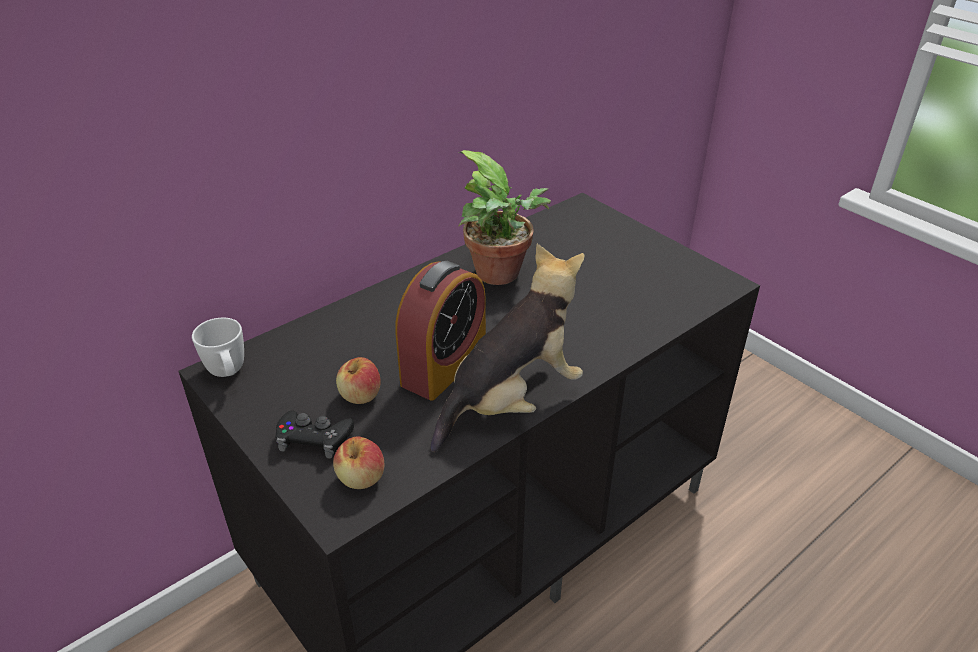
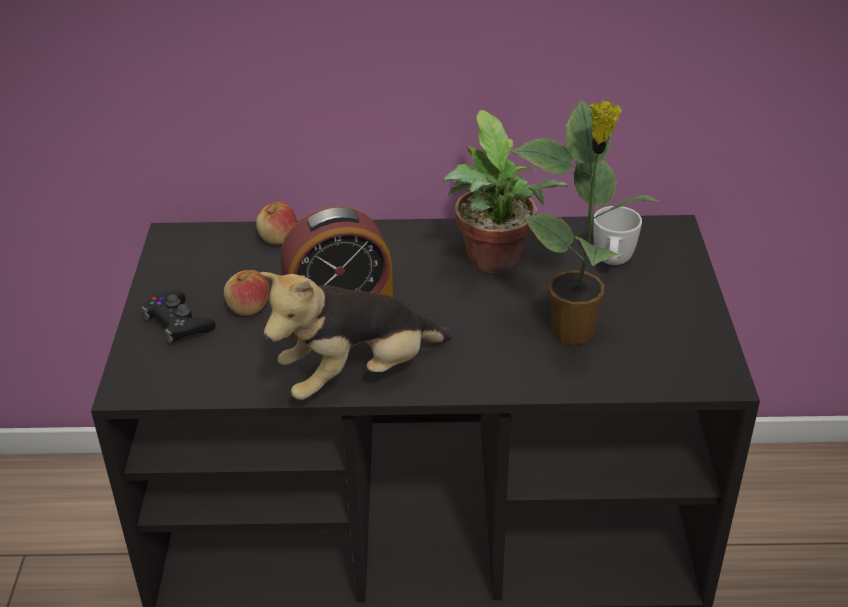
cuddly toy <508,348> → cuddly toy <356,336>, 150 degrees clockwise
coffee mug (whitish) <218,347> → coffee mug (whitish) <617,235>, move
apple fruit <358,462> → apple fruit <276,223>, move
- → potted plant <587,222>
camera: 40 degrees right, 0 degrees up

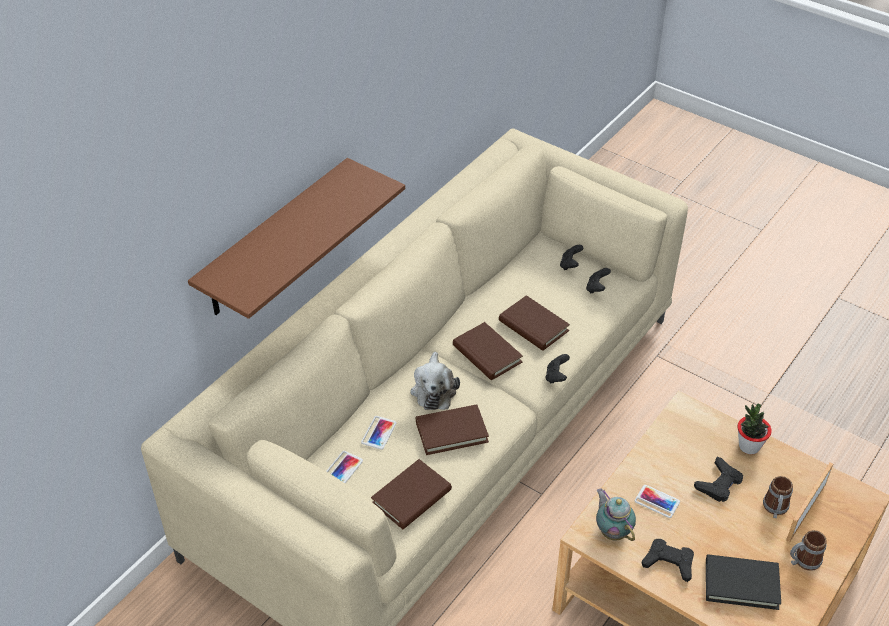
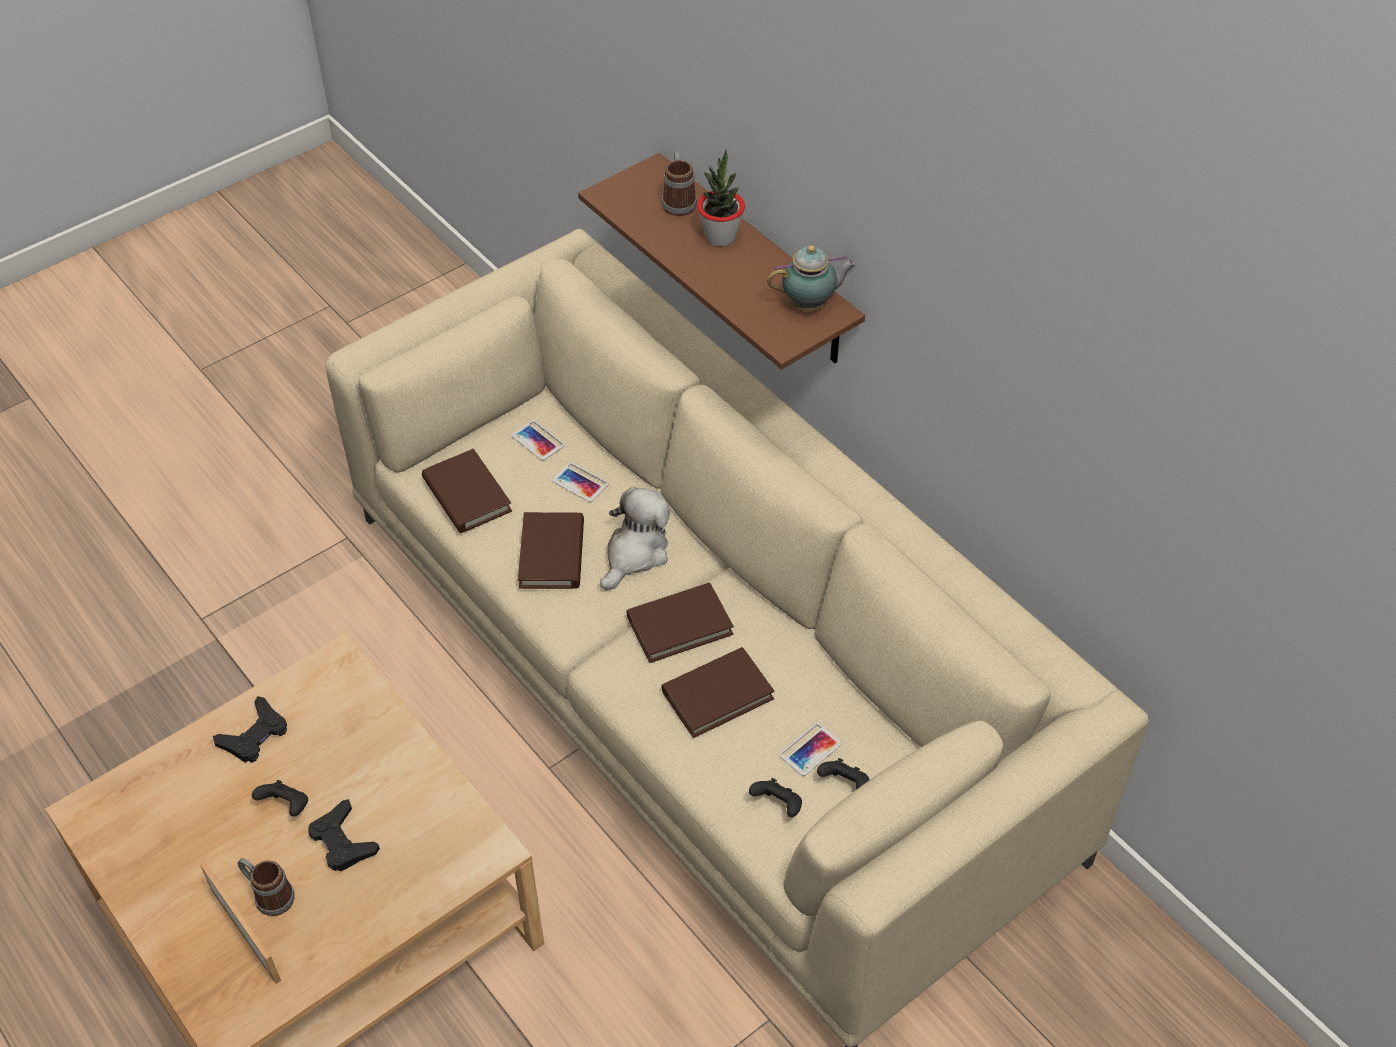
cuddly toy <435,381> → cuddly toy <635,538>, 105 degrees clockwise
joypad (blackish) <558,369> → joypad (blackish) <280,798>, move
potted plant <754,428> → potted plant <721,198>, move
telephone <657,501> → telephone <810,749>, move
tea pot <616,515> → tea pot <811,278>, move
coffee mug <808,550> → coffee mug <679,183>, move
book (blackish) <743,582> → -
camera: 105 degrees right, 5 degrees up

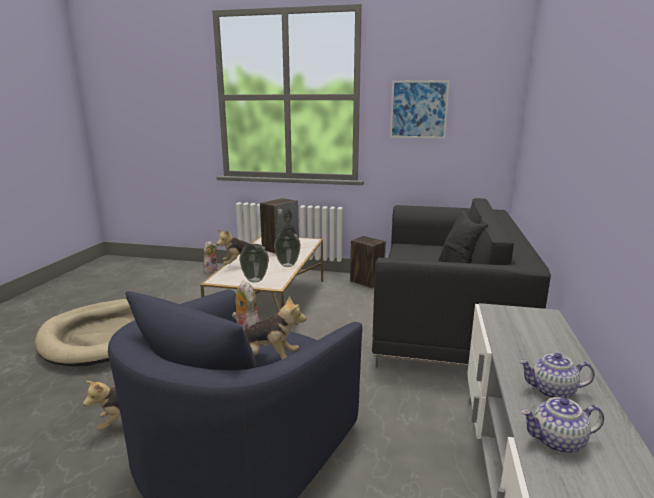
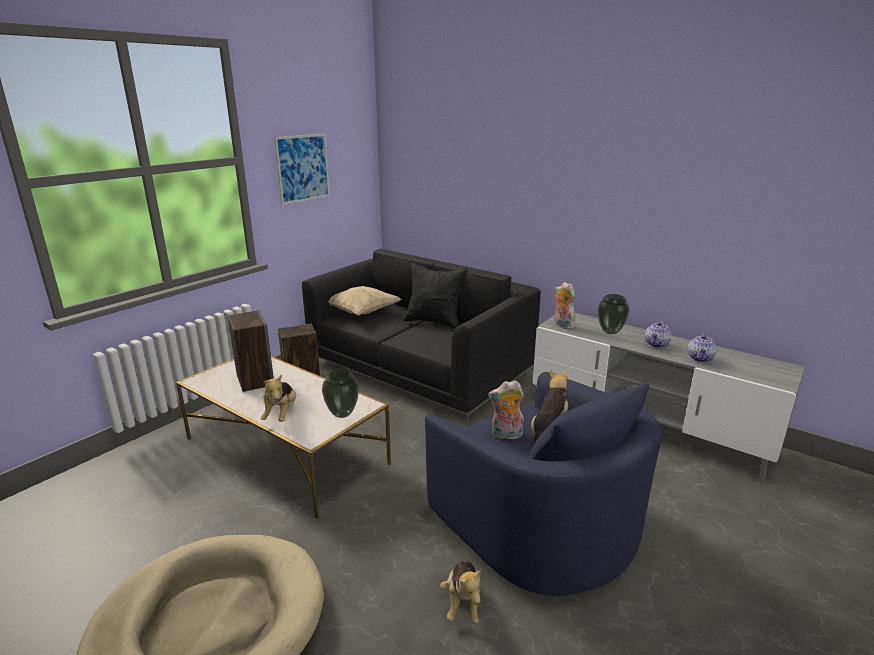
flower vase <287,249> → flower vase <613,314>, move
cuddly toy <210,257> → cuddly toy <565,305>, move
- → pillow (beige) <365,301>
camera: 65 degrees left, 5 degrees up

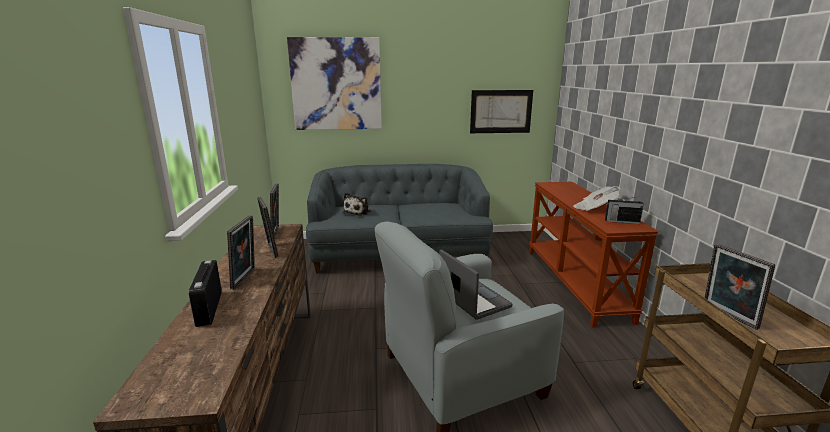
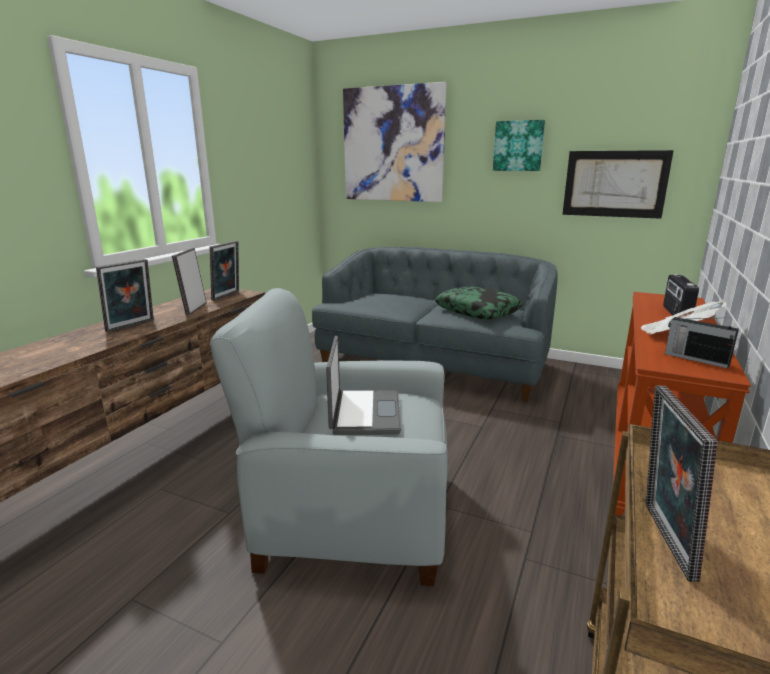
cuddly toy <357,204> → -
radio <205,293> → radio <681,295>, move
- → picture <519,145>
- → pillow <478,302>
camera: 30 degrees right, 0 degrees up

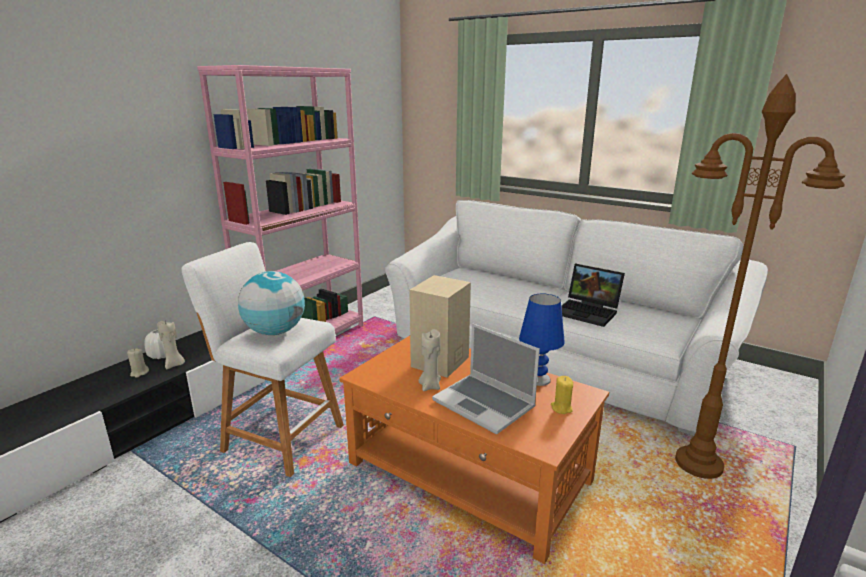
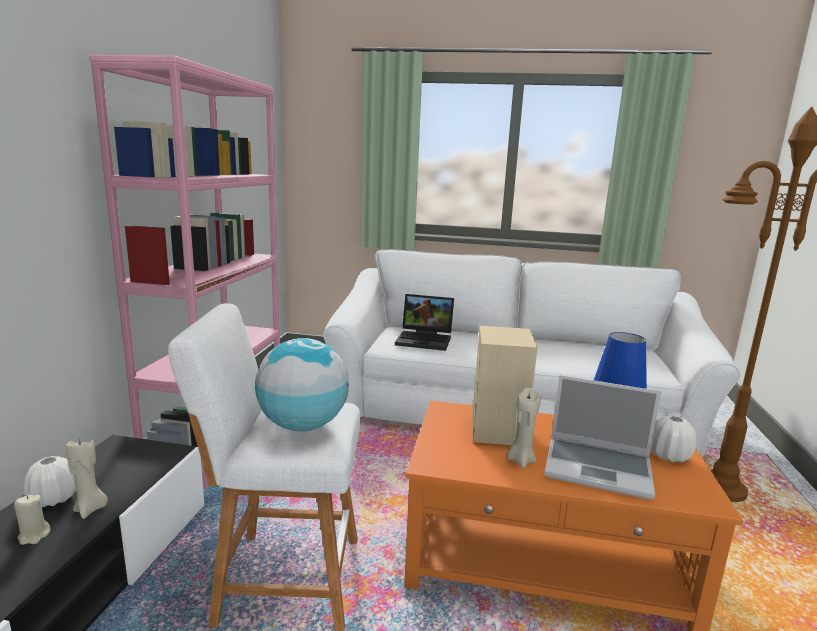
portable computer <593,295> → portable computer <424,322>, move
candle (yellow-coloured) <562,395> → flower vase (whitish) <673,439>
camera: 25 degrees left, 5 degrees down

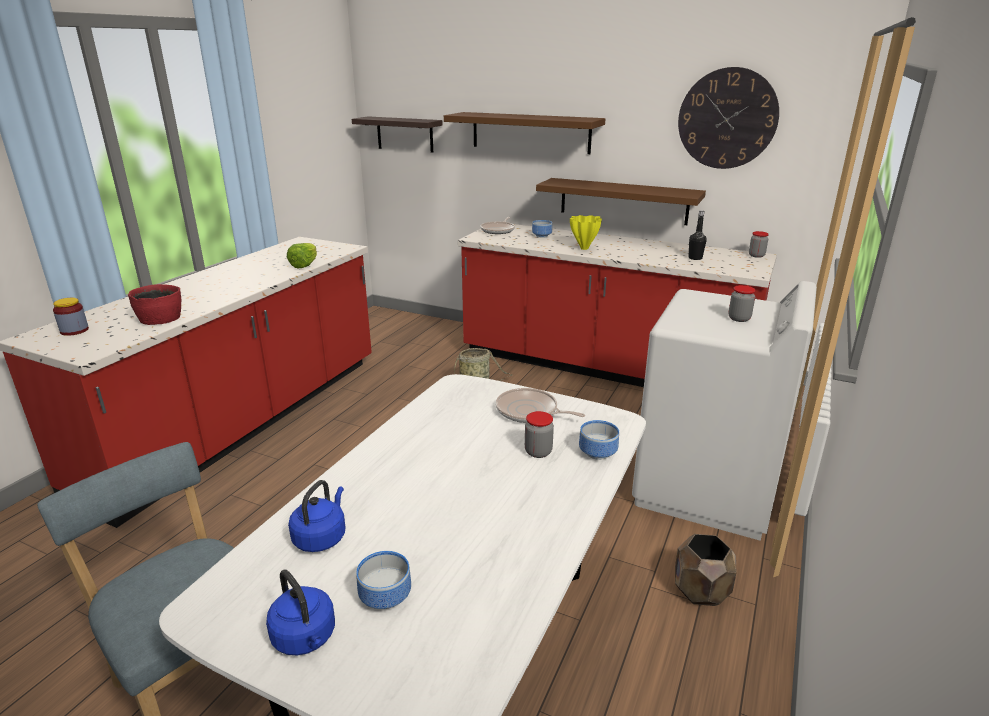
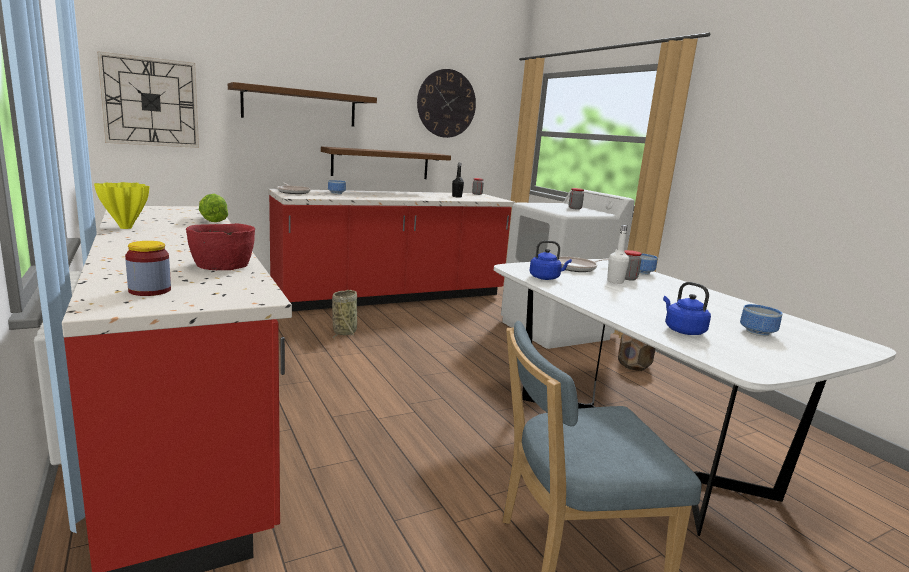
shelf <397,134> → clock on the wall <148,99>
flower vase (yellow-coloured) <586,232> → flower vase (yellow-coloured) <121,205>, move
kettle (bluish) <300,612> → kettle (bluish) <550,260>, move
- → beverage bottle (whitish) <618,254>
camera: 55 degrees left, 10 degrees down

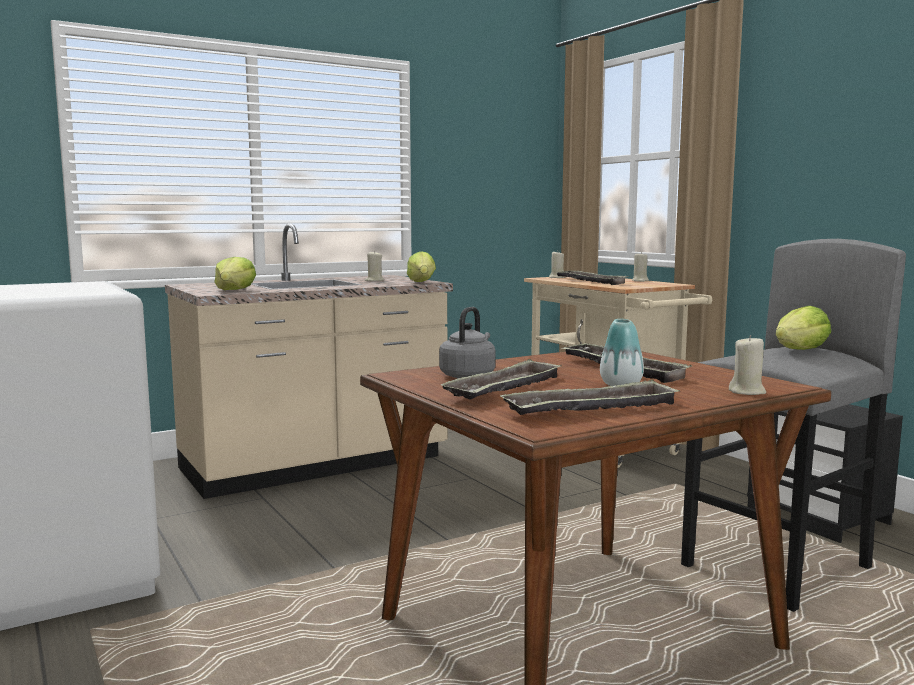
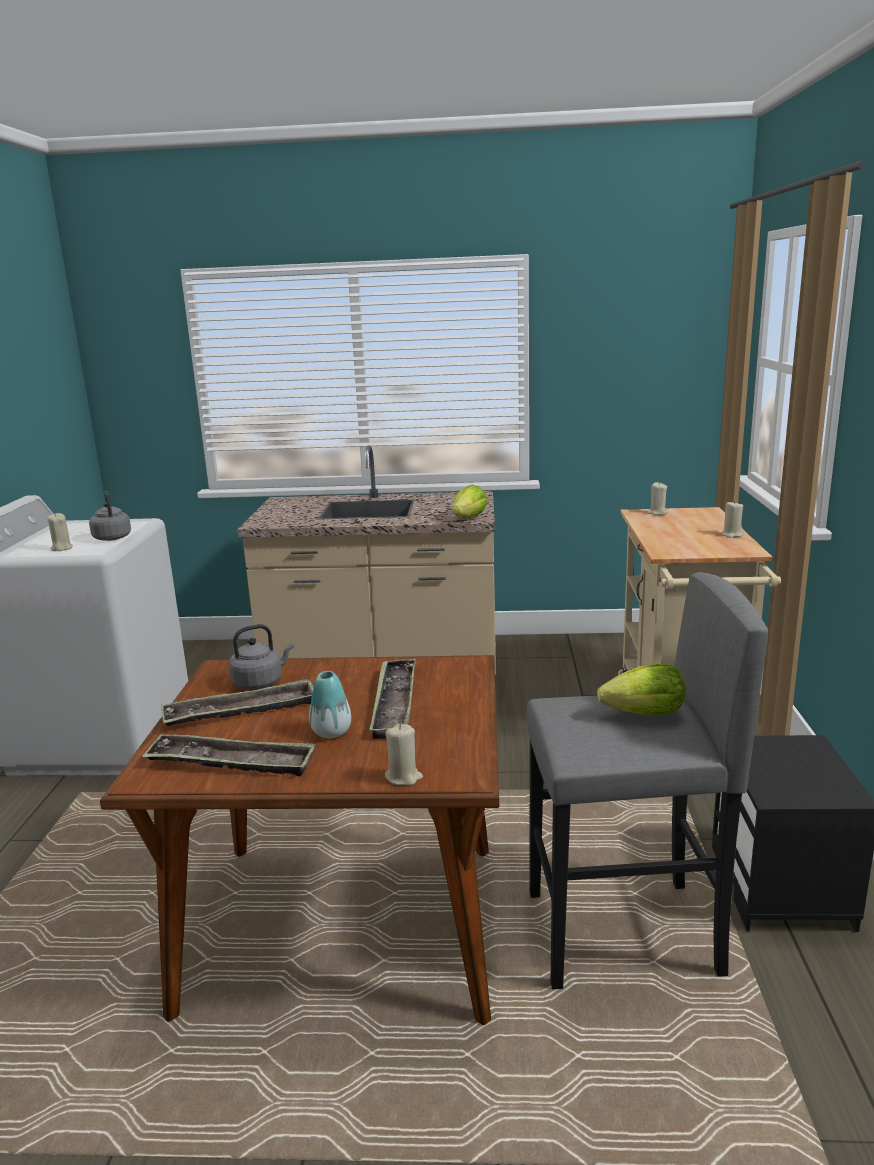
candle (beige) <374,266> → candle (beige) <60,532>, move
lettuce head <235,273> → -
carrying tray <591,278> → -
- → kettle (gray) <110,516>
camera: 35 degrees right, 10 degrees up

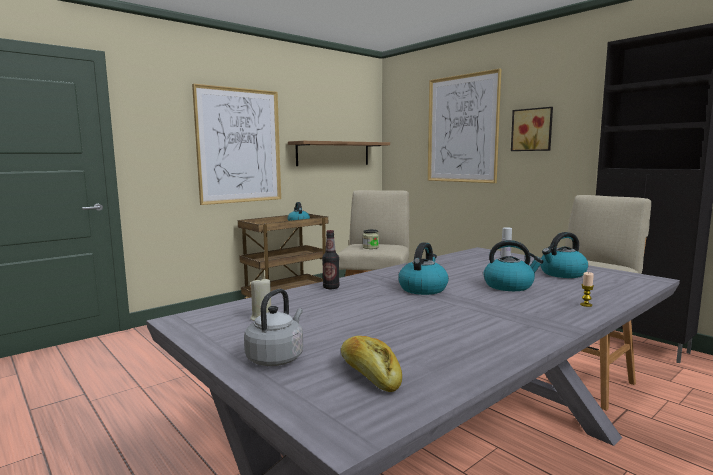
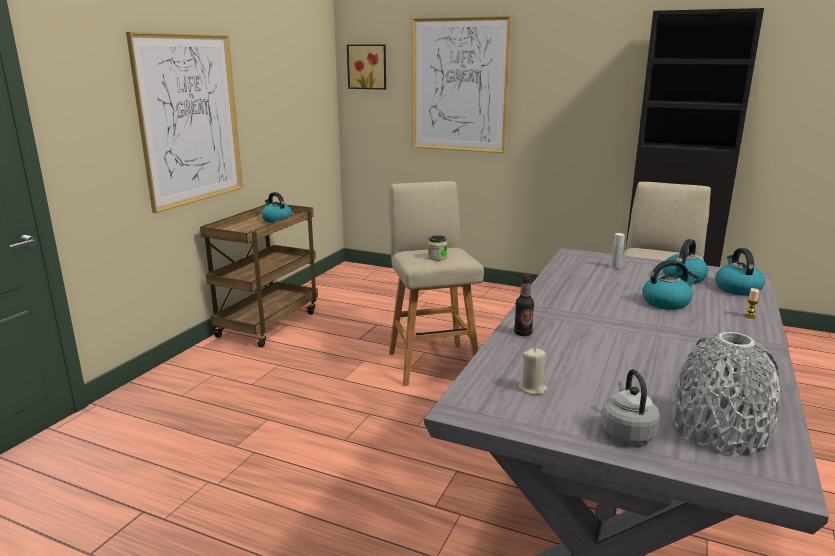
picture <532,129> → picture <366,67>, move
shelf <339,153> → -
kettle <423,268> → kettle <740,272>, move
bakery bread <371,364> → flower vase (gray) <726,393>
camera: 25 degrees left, 10 degrees up

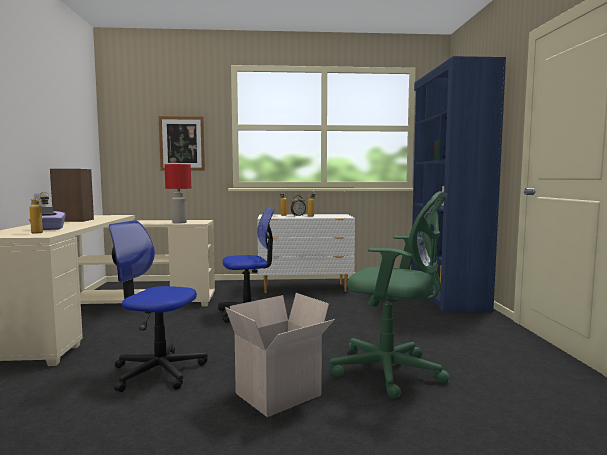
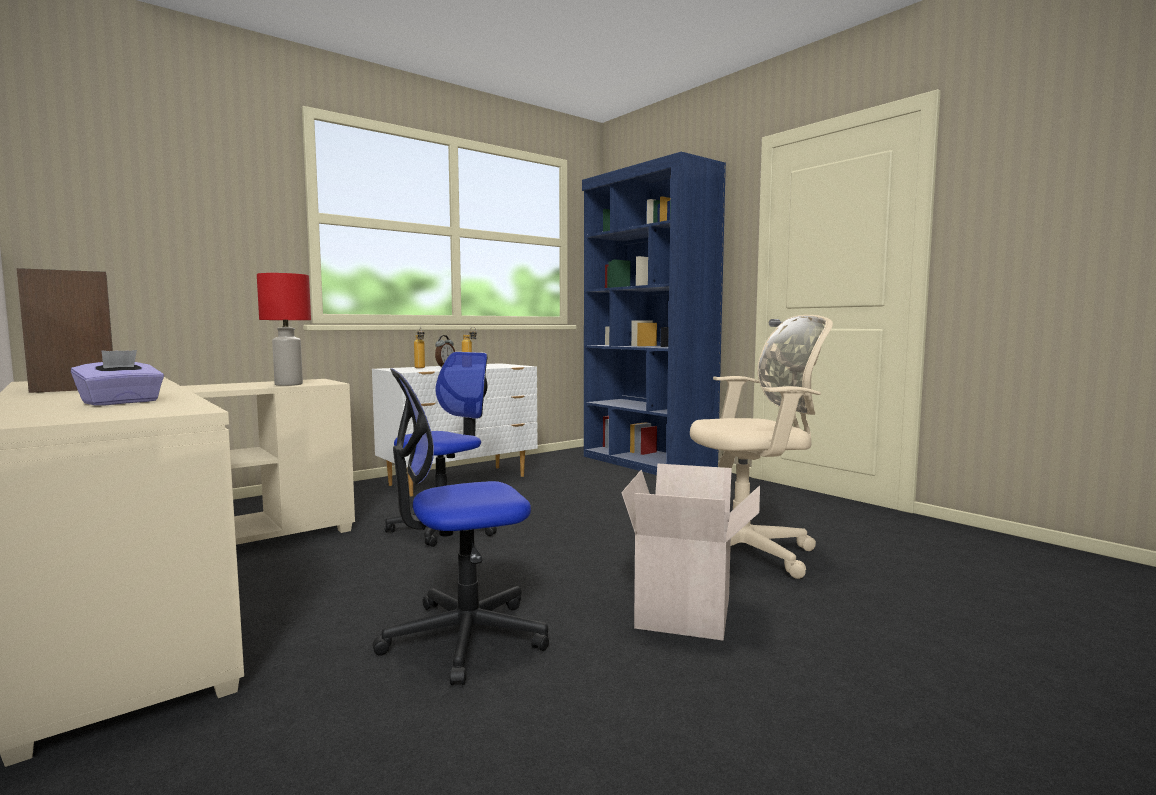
picture <182,143> → -
computer chair (greenish) <390,295> → computer chair (beige) <761,447>
beverage bottle <39,213> → -
camera: 35 degrees left, 0 degrees up

